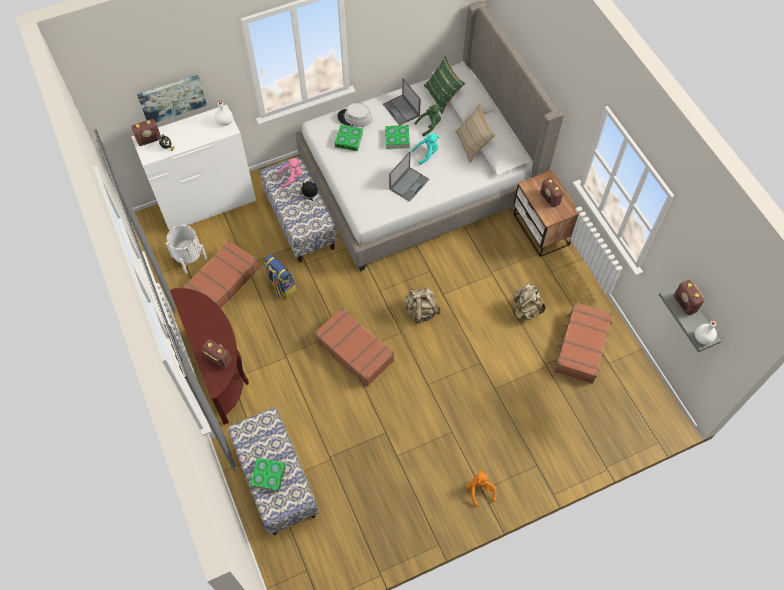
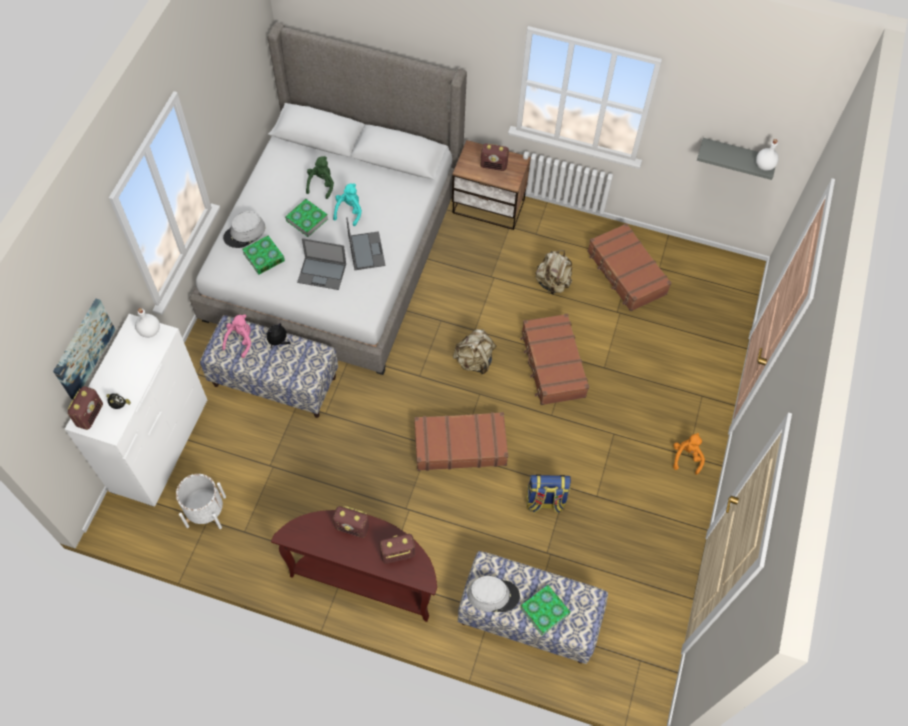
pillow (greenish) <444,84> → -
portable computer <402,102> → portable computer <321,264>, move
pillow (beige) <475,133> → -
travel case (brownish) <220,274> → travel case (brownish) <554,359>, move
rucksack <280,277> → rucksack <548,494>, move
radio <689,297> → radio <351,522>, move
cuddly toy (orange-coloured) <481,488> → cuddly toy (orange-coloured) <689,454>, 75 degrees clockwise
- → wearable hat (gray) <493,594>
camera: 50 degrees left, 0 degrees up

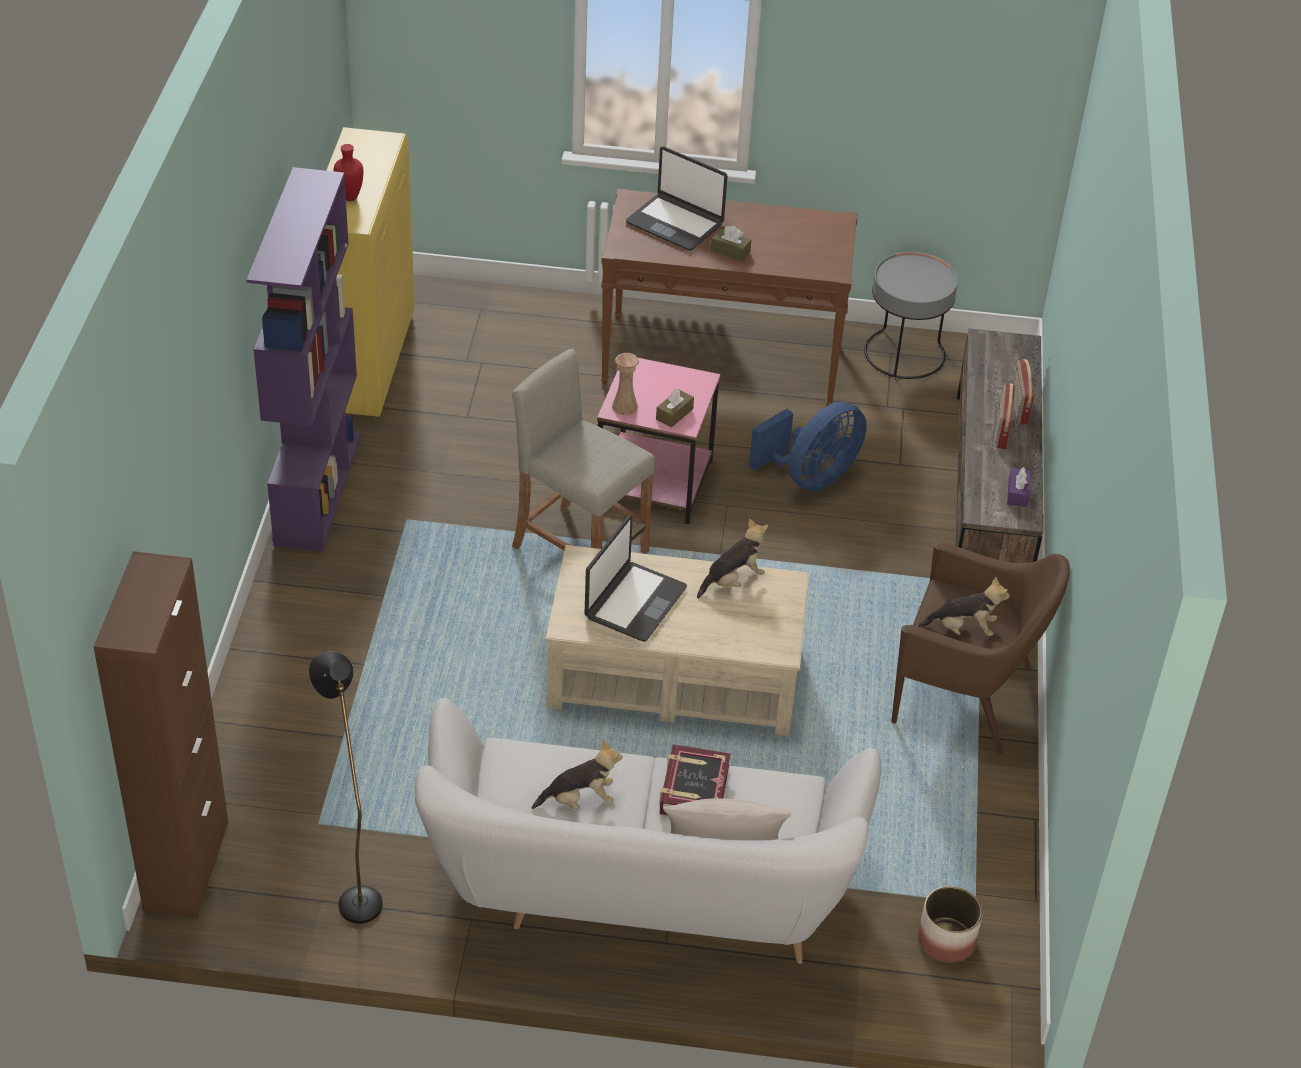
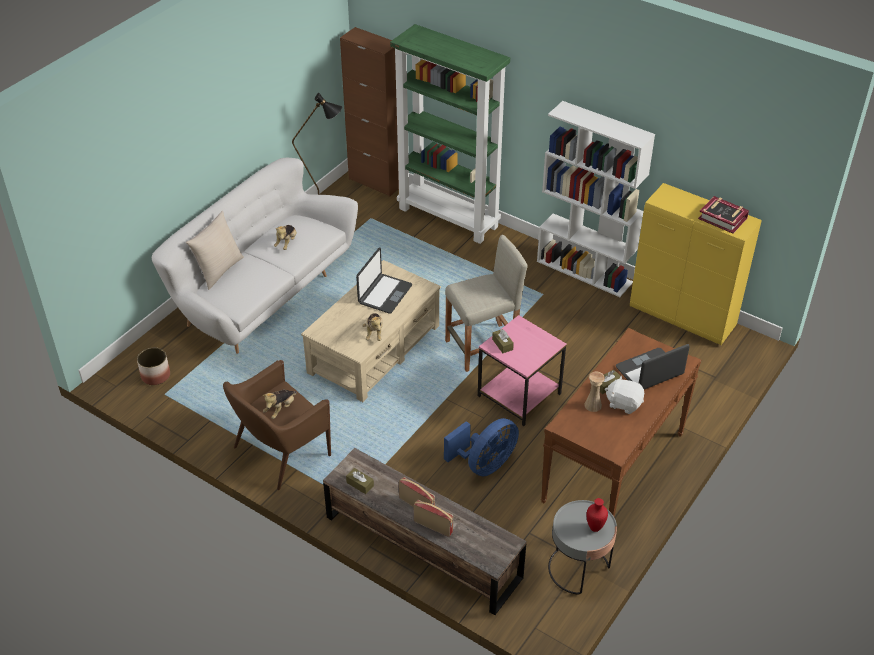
flower vase (reddish) <348,172> → flower vase (reddish) <597,515>, move
bookshelf (purplish) <303,359> → bookshelf (whitish) <596,199>
flower vase (beige) <625,384> → flower vase (beige) <594,392>, move
fan (bluish) <808,446> → fan (bluish) <481,447>, 120 degrees counterclockwise
tissue box (purplish) <1019,487> → tissue box (brownish) <360,481>
portable computer <636,578> → portable computer <384,281>, 120 degrees counterclockwise
book <694,780> → book <723,215>, move
- → bookshelf (greenish) <450,134>
- → cuddly toy (whitish) <624,395>
camera: 120 degrees right, 0 degrees up

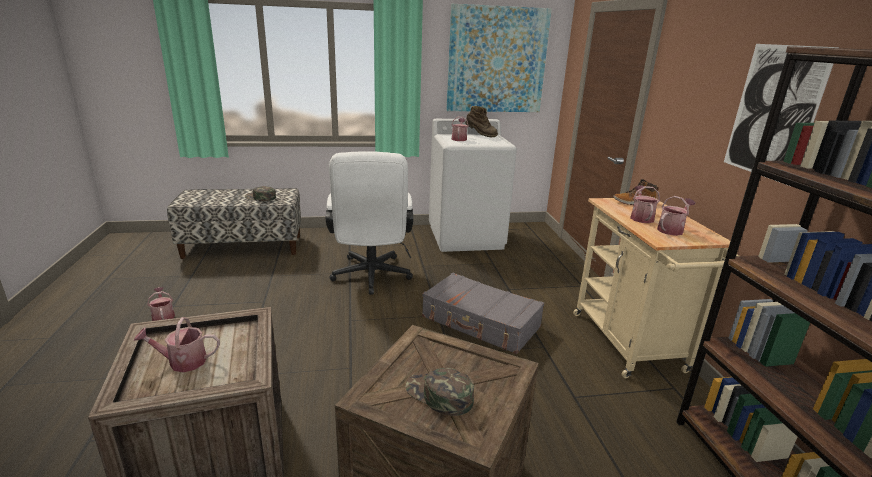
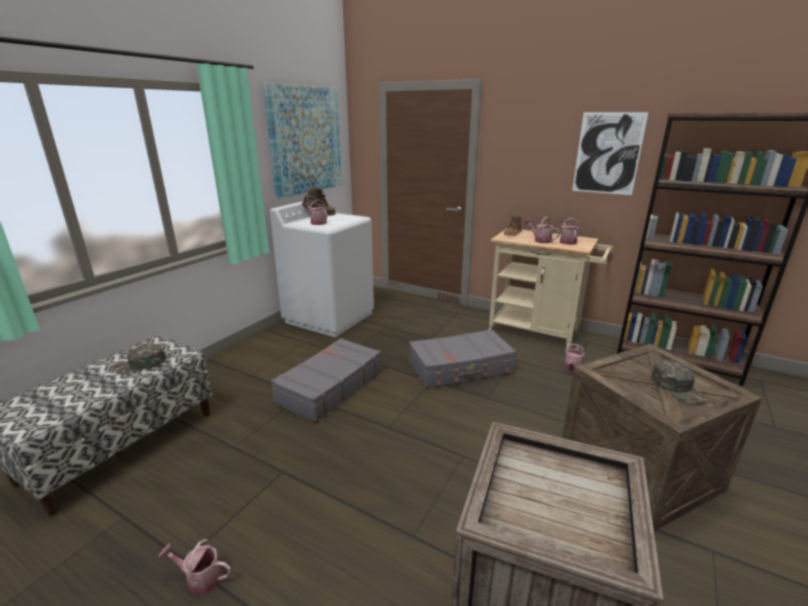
computer chair (whitish) <369,223> → travel case (gray) <326,380>
watering pot <177,344> → watering pot <574,357>, move
baseball cap (greenish) <439,392> → baseball cap (greenish) <679,381>, 90 degrees counterclockwise
camera: 50 degrees left, 0 degrees up

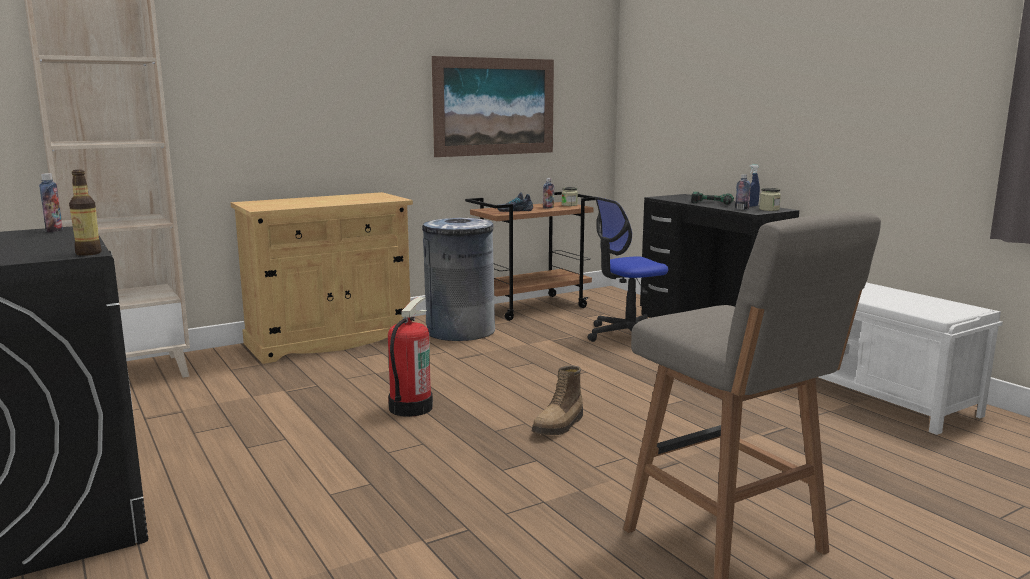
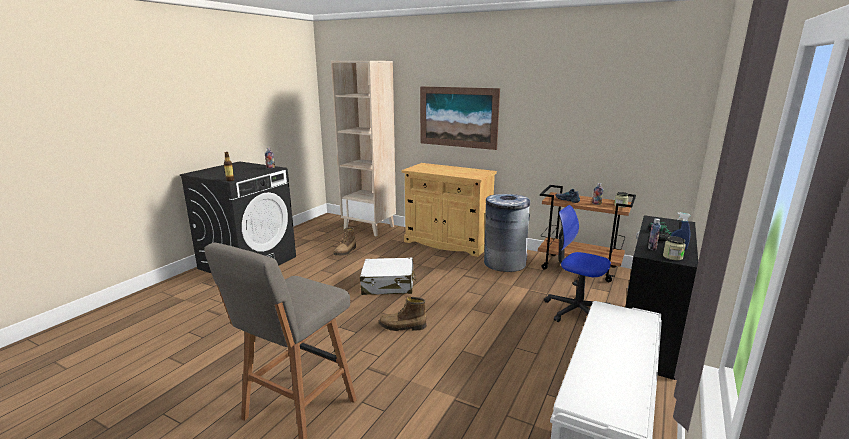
picture <493,106> → picture <460,118>, move
fire-fighting cylinder <410,357> → travel case (whitish) <388,276>
- → tall boot <344,241>
camera: 60 degrees right, 5 degrees up

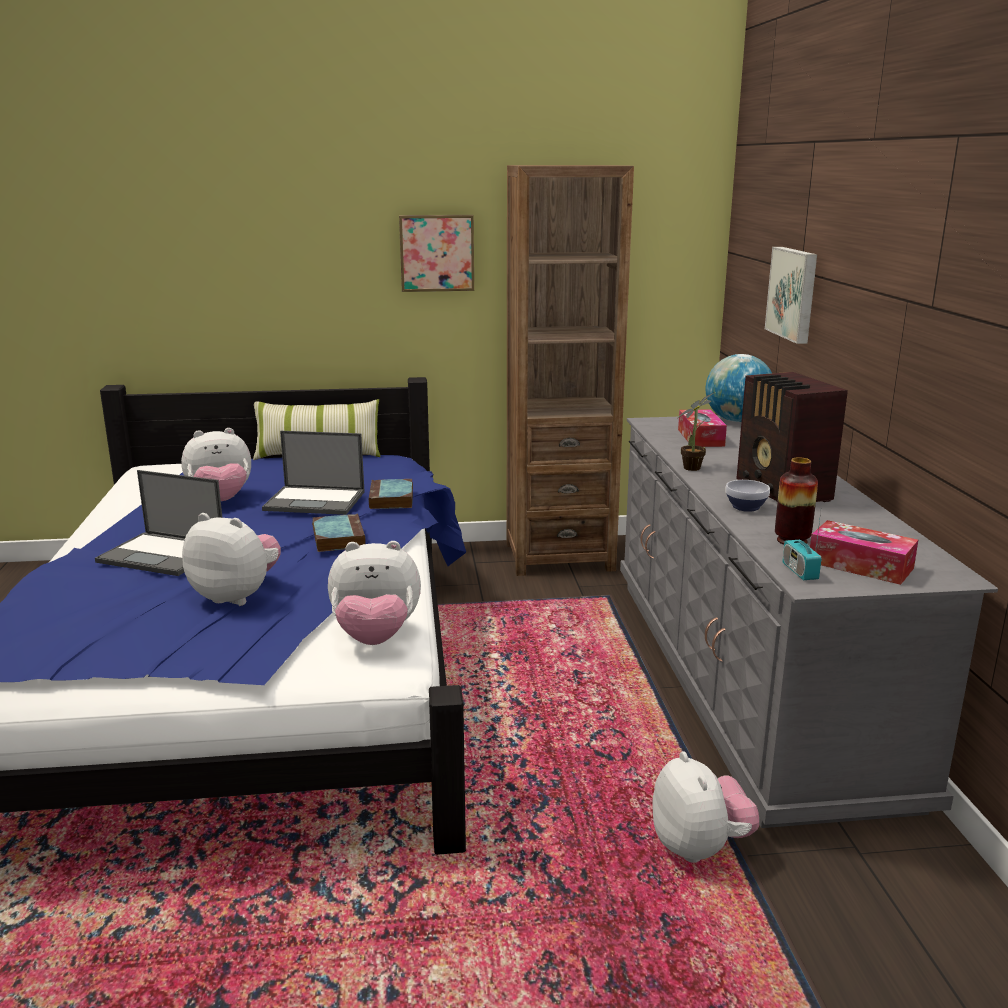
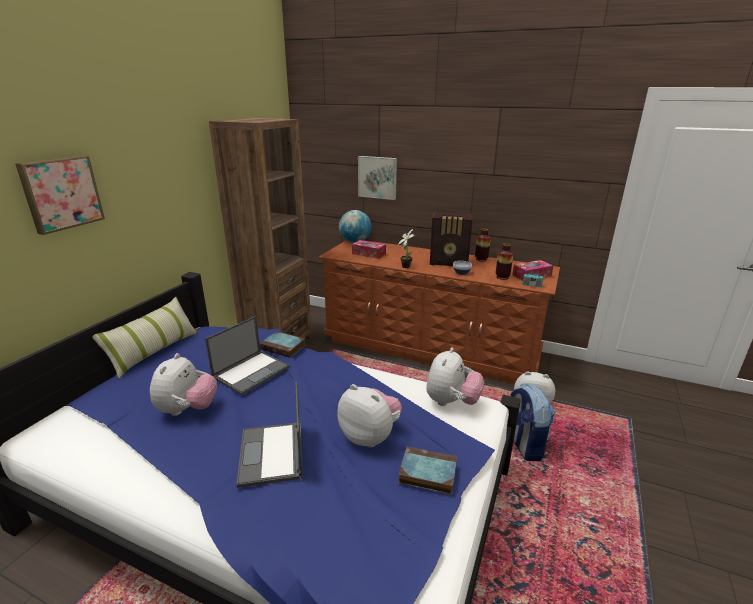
picture <436,253> → picture <60,195>, move
chest of drawers (gray) <809,621> → chest of drawers (brownish) <439,312>
portable computer <159,523> → portable computer <269,435>, 120 degrees clockwise
cuddly toy <231,559> → cuddly toy <369,416>, 75 degrees clockwise
book <339,533> → book <428,470>, move
- → flower vase <483,245>
- → rucksack <533,422>
camera: 60 degrees left, 5 degrees up

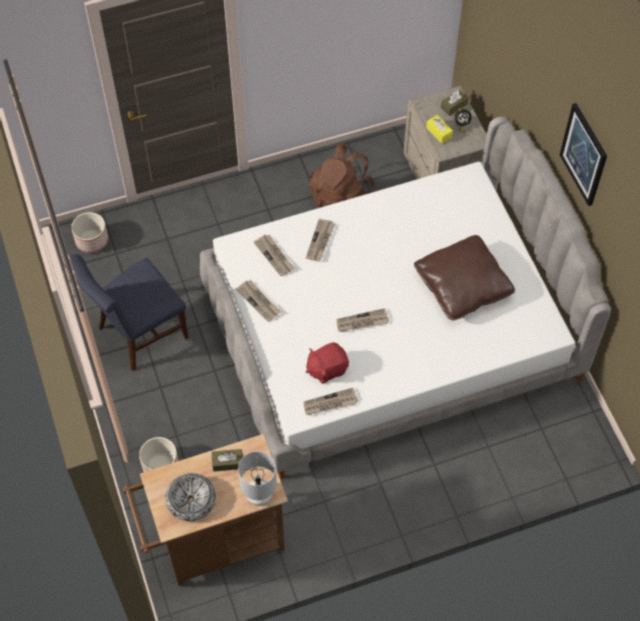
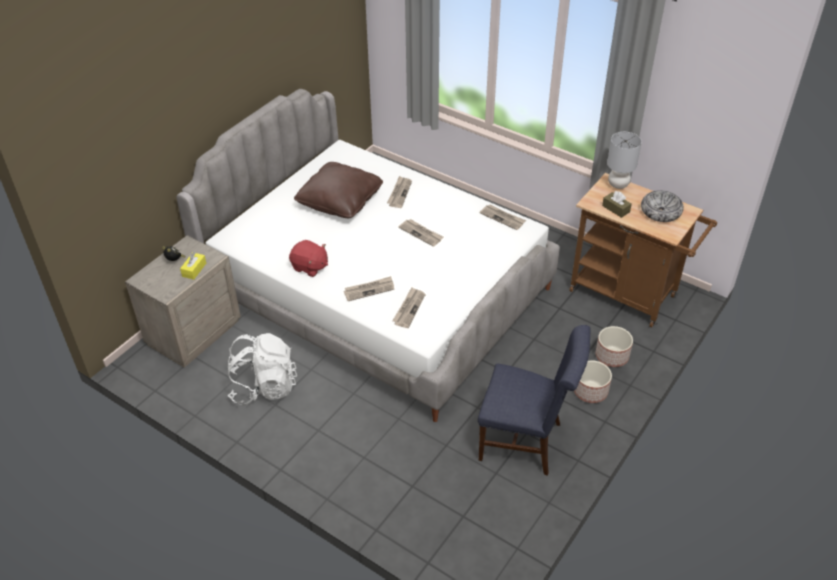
tissue box (brownish) <455,103> → -
picture <583,154> → -
rucksack (brownish) <342,176> → rucksack (whitish) <262,369>
flower pot <89,232> → flower pot <593,381>, move
newspaper <258,301> → newspaper <399,192>, move
cuddly toy (reddish) <327,363> → cuddly toy (reddish) <308,258>, move
camera: 125 degrees left, 15 degrees down

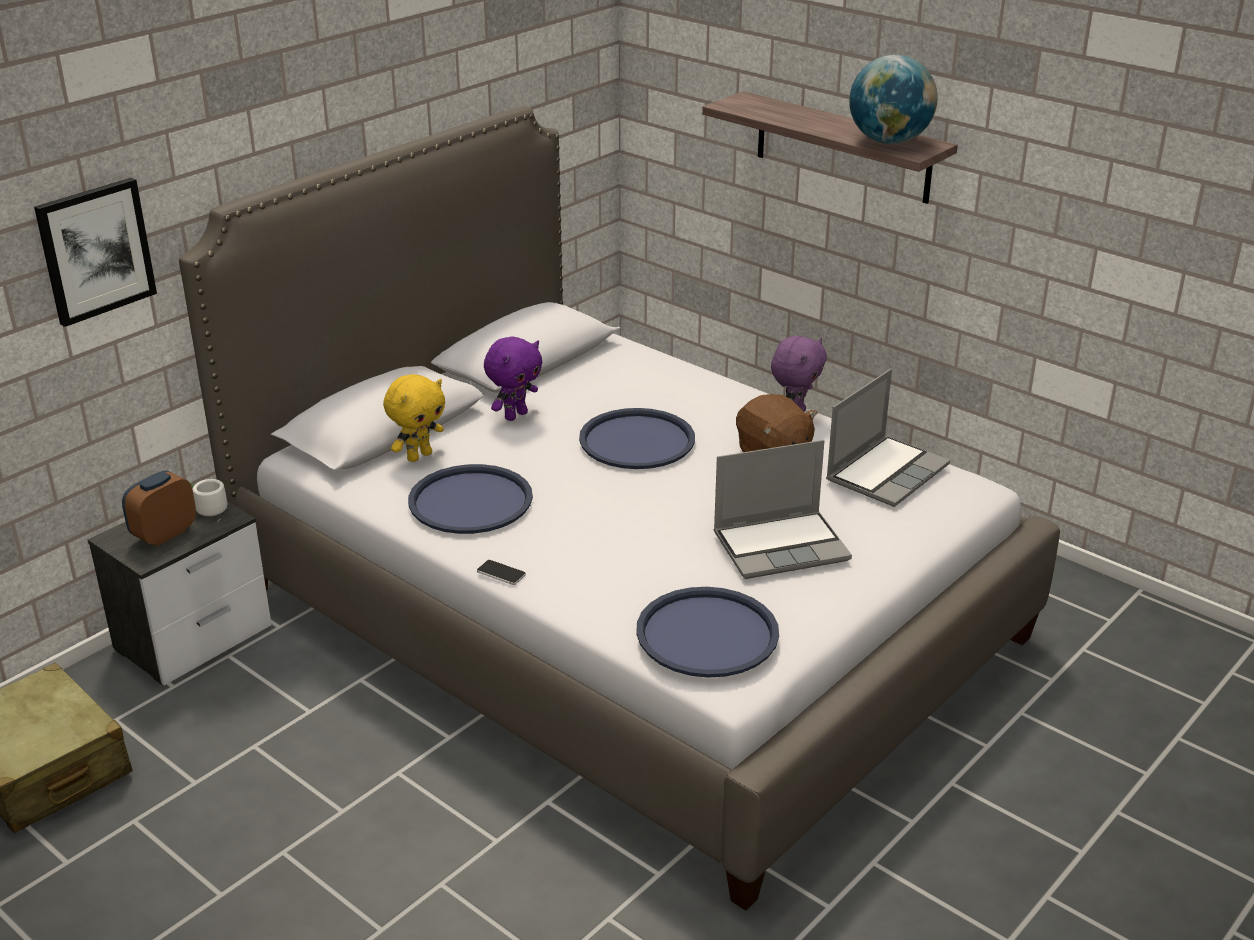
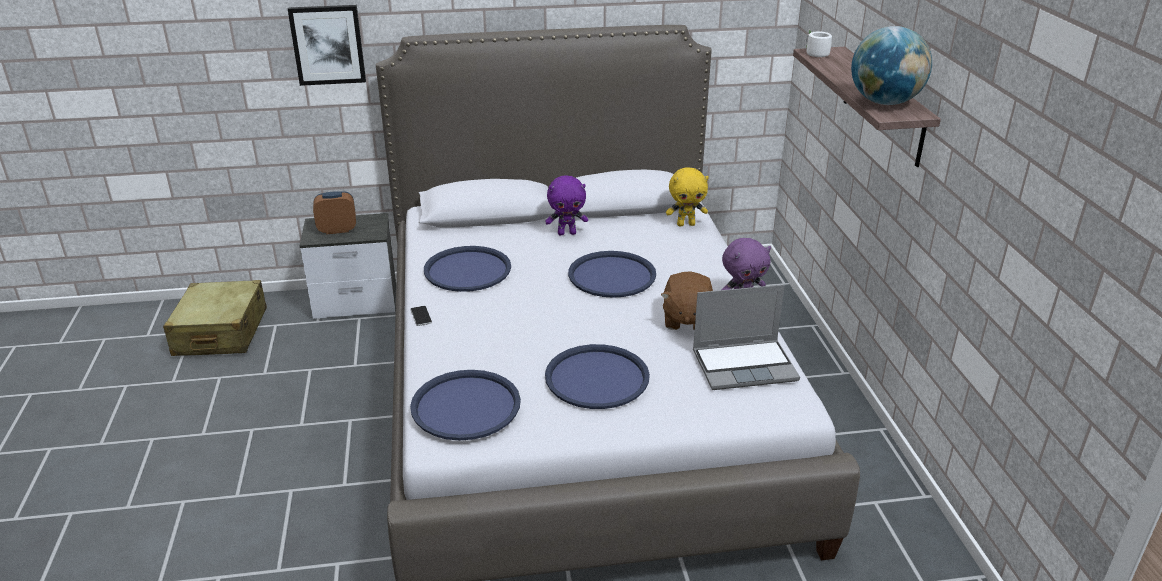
cuddly toy (yellow-coloured) <414,418> → cuddly toy (yellow-coloured) <687,197>, move
portable computer <782,509> → carrying tray (bluish) <597,376>
coffee mug (whitish) <208,497> → coffee mug (whitish) <818,43>, move
camera: 40 degrees right, 0 degrees up

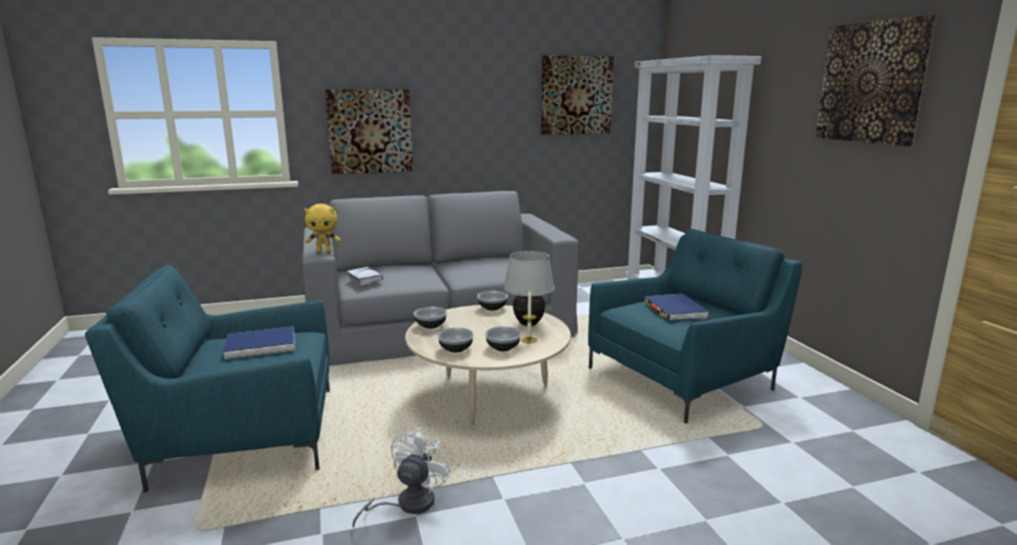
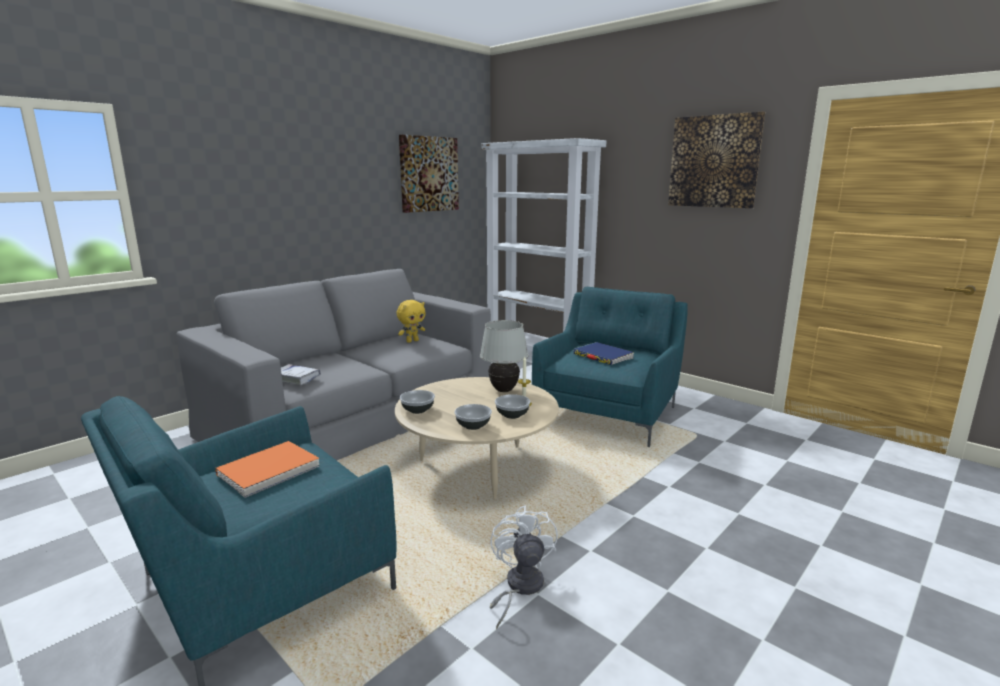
picture <369,131> → -
cuddly toy (yellow-coloured) <322,228> → cuddly toy (yellow-coloured) <411,321>, move
deep dish <492,301> → -
book (bluish) <259,343> → book (orange-coloured) <267,469>
camera: 30 degrees left, 0 degrees up

